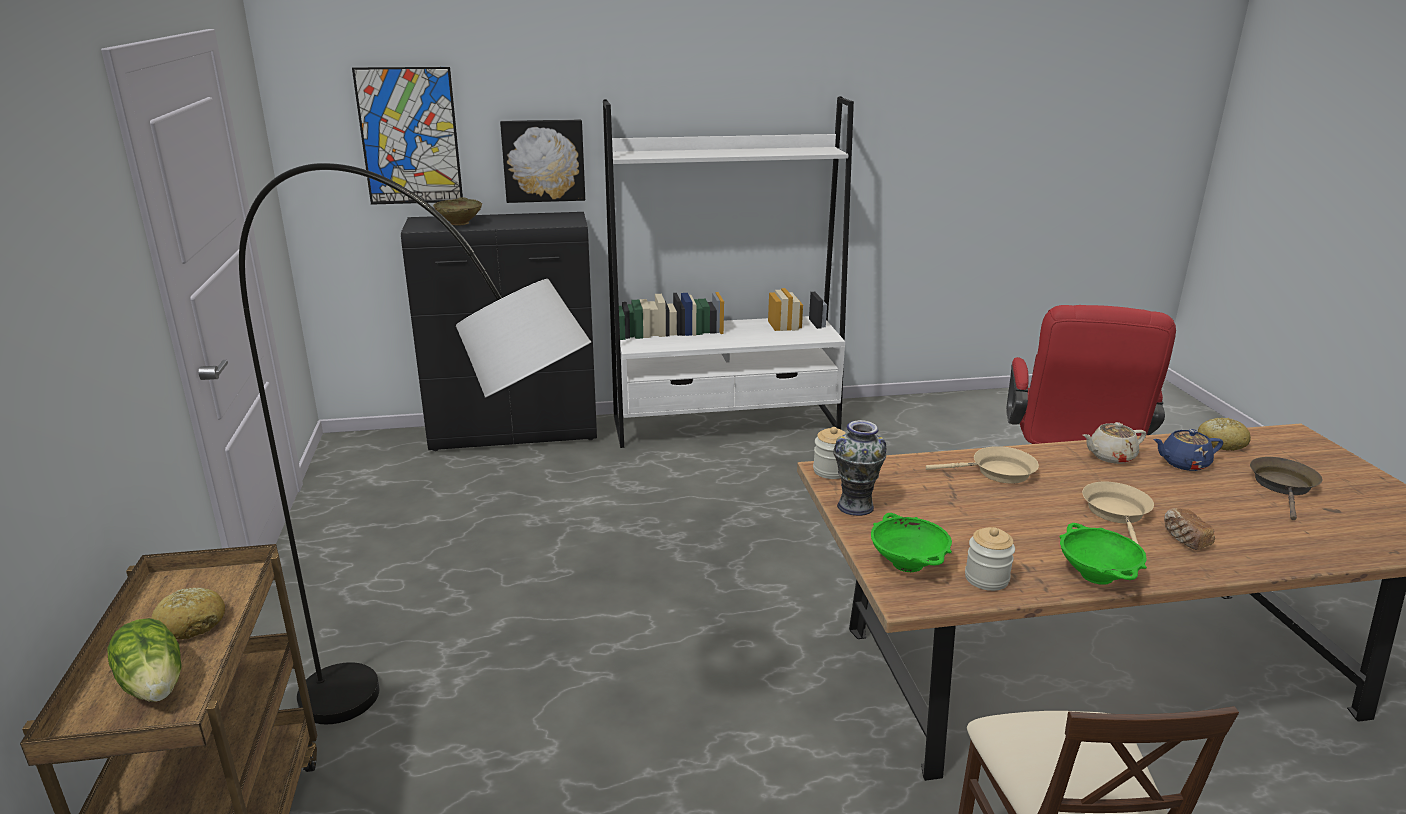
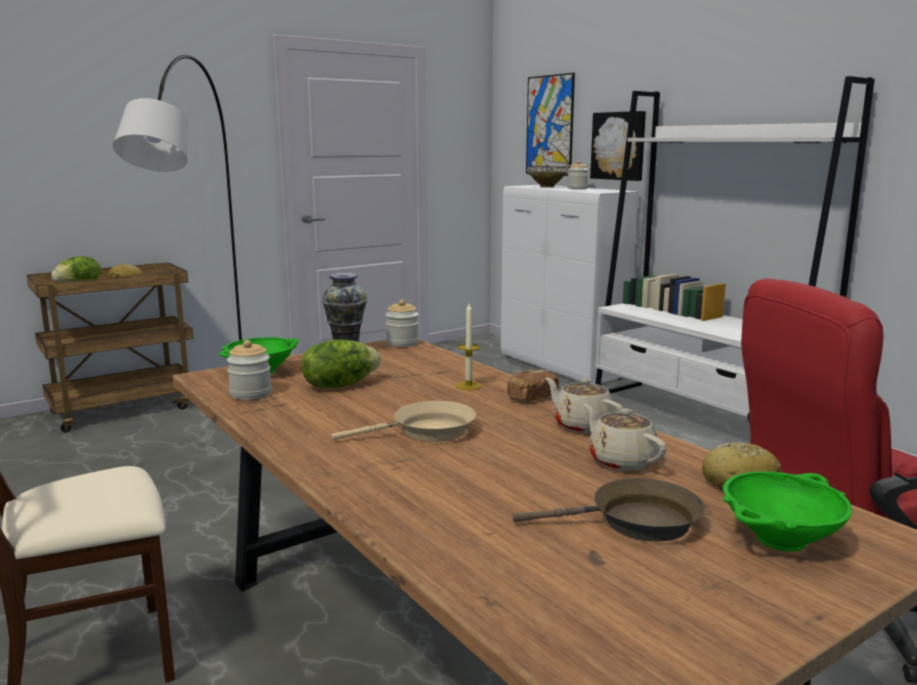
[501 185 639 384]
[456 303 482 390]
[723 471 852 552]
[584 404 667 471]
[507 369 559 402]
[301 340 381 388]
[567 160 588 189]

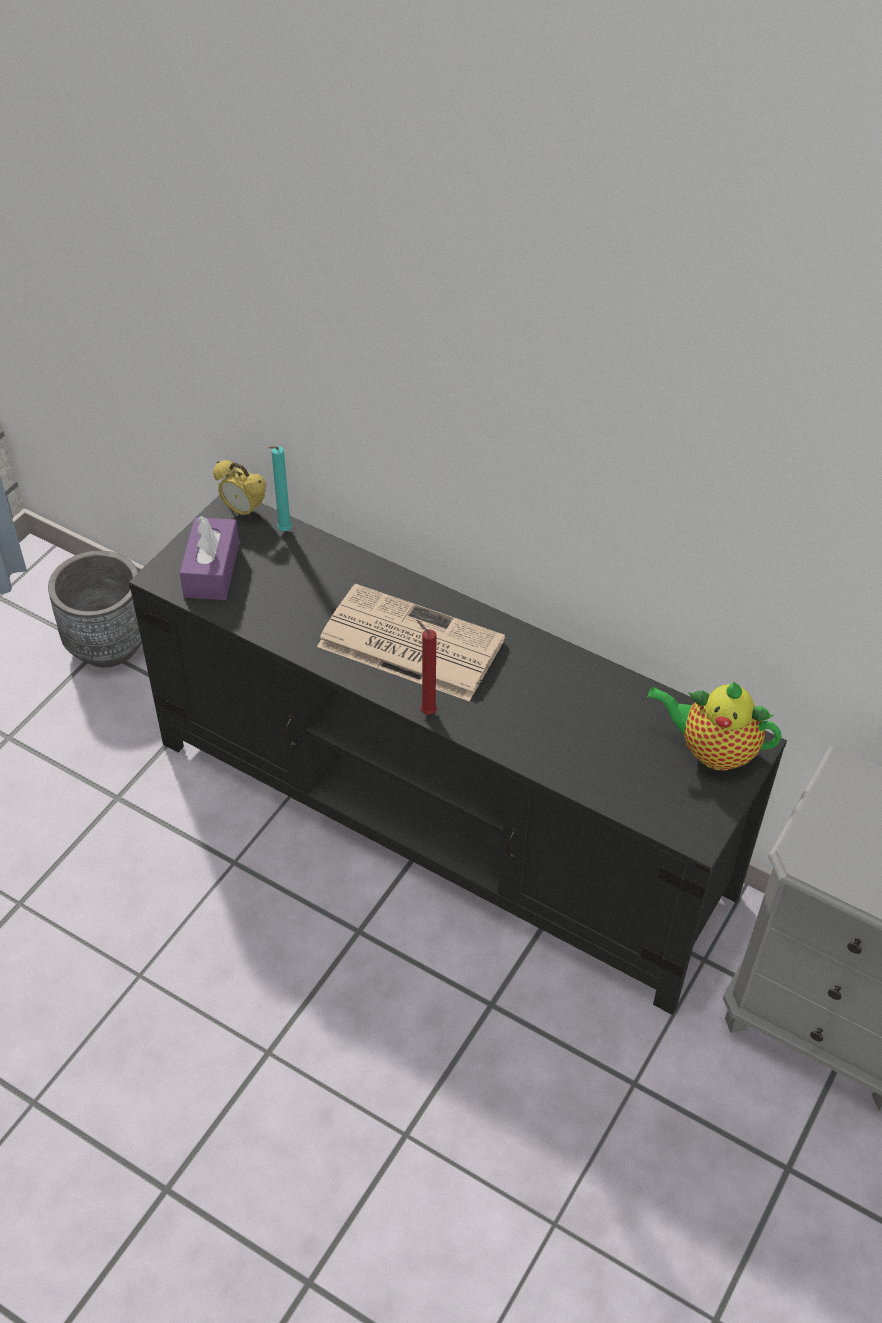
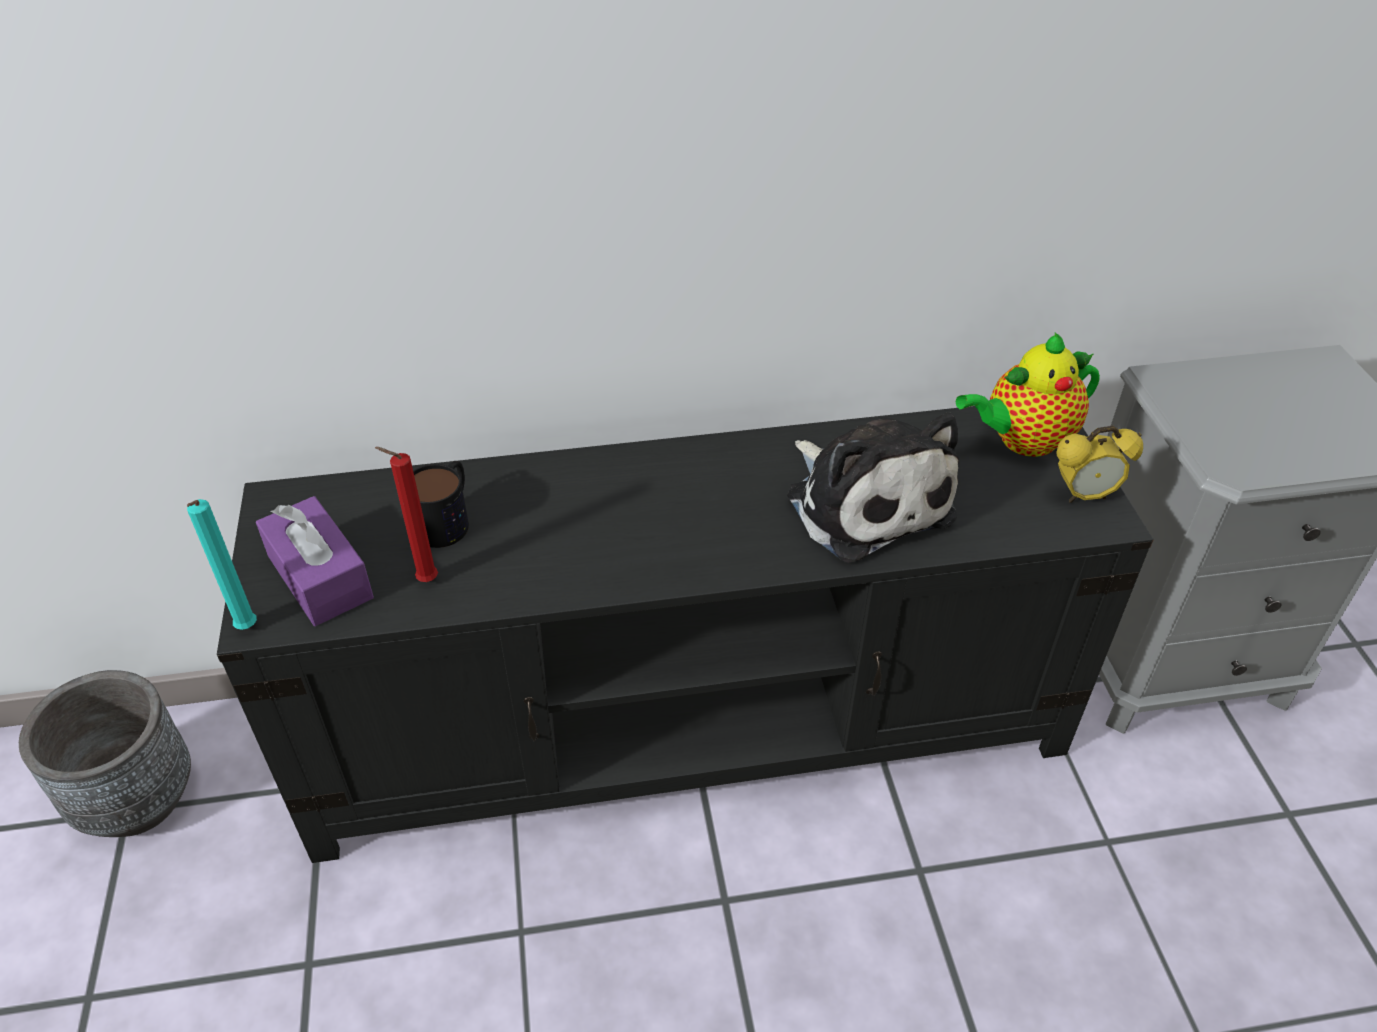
[1056 426 1143 503]
[187 499 257 630]
[317 584 505 702] (first image)
[375 447 438 582]
[413 461 469 548]
[787 412 959 563]

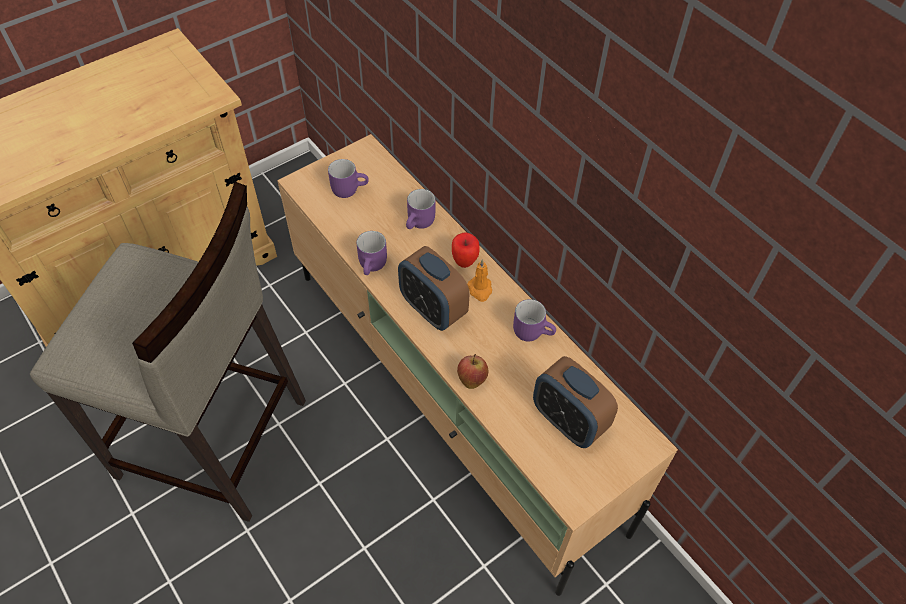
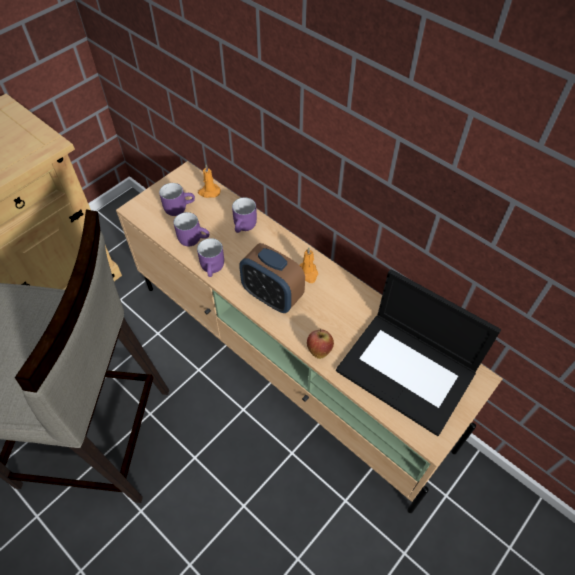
[452 232 480 268] (first image)
[174 212 209 246]
[336 269 501 436]
[198 165 220 198]

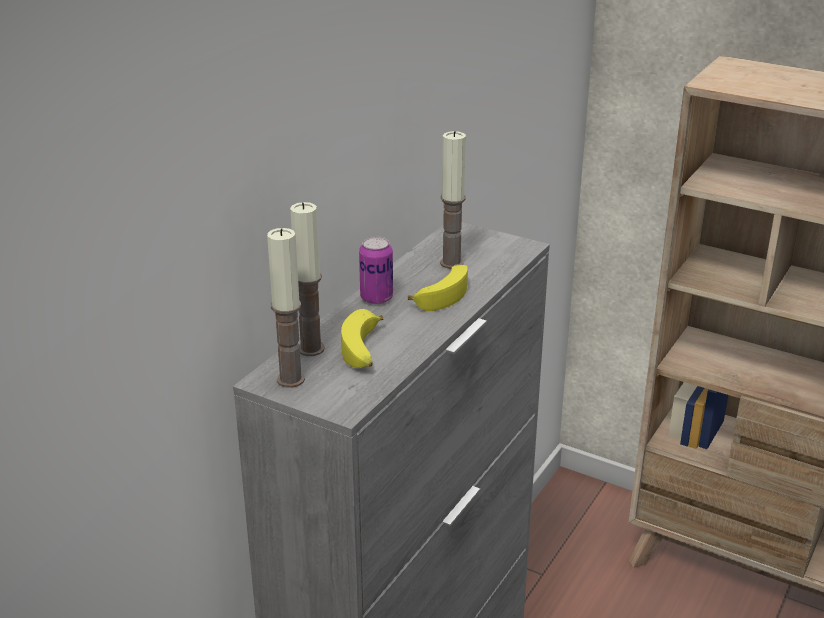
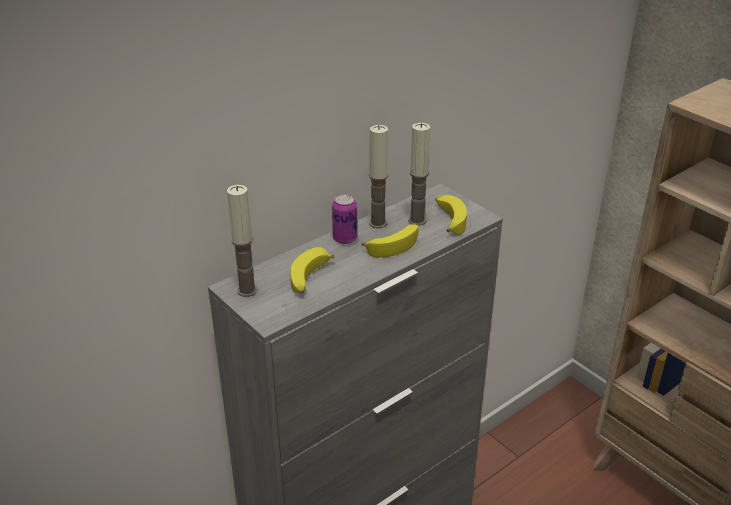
[369 125 388 228]
[435 195 467 235]

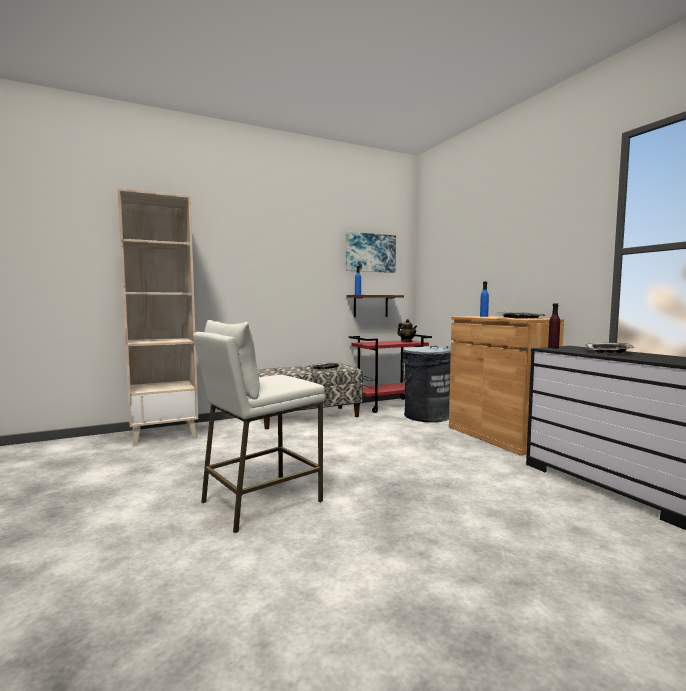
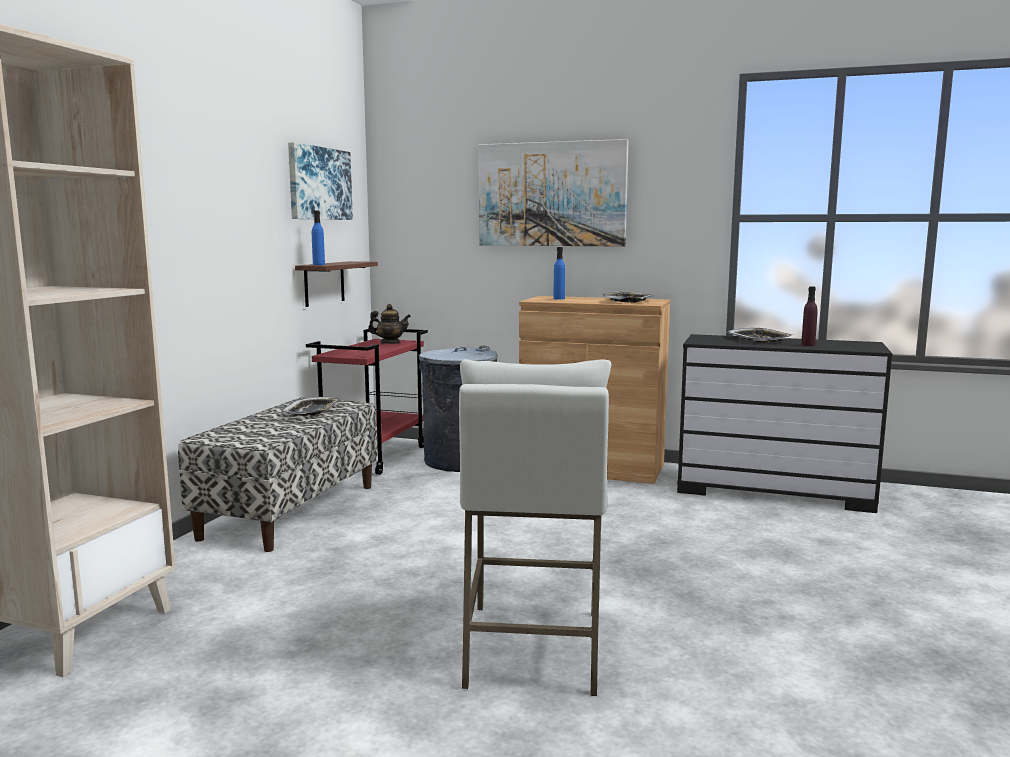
[801 286 818 346]
[479 139 629 247]

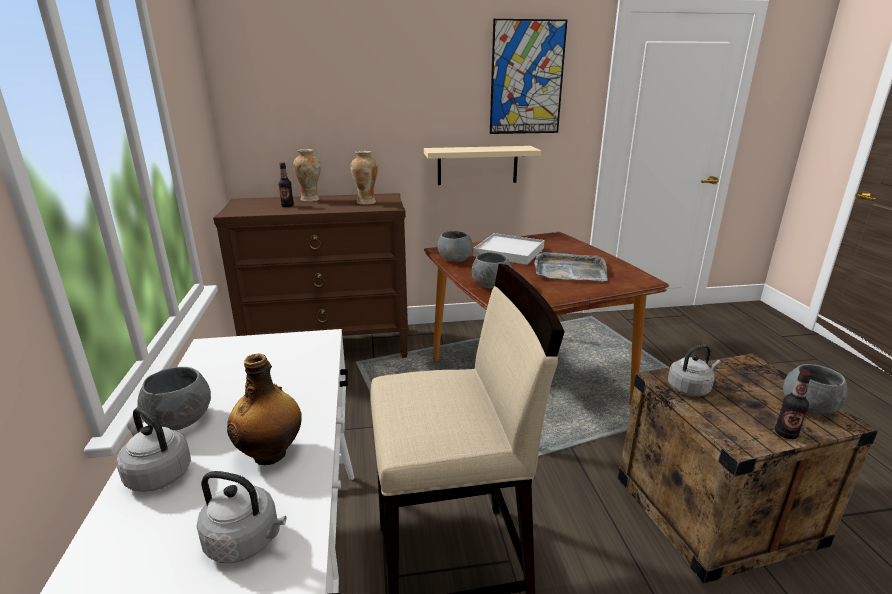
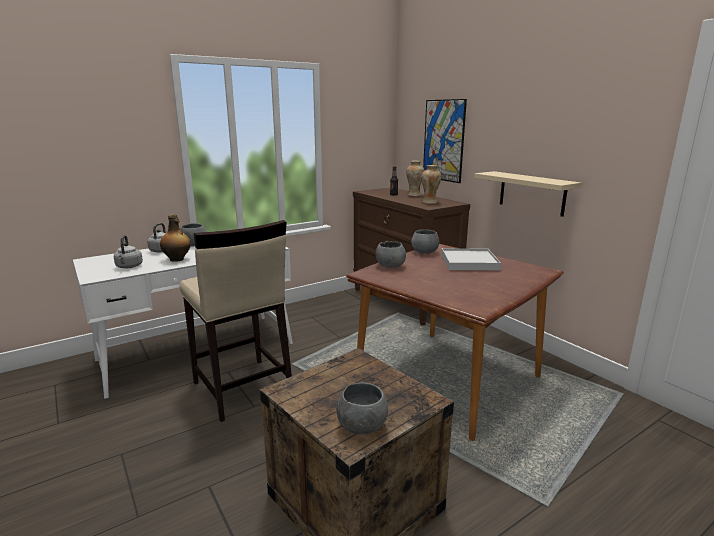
[423 99 467 183]
[534 251 608 281] (first image)
[668 345 721 396] (first image)
[775 370 811 439] (first image)

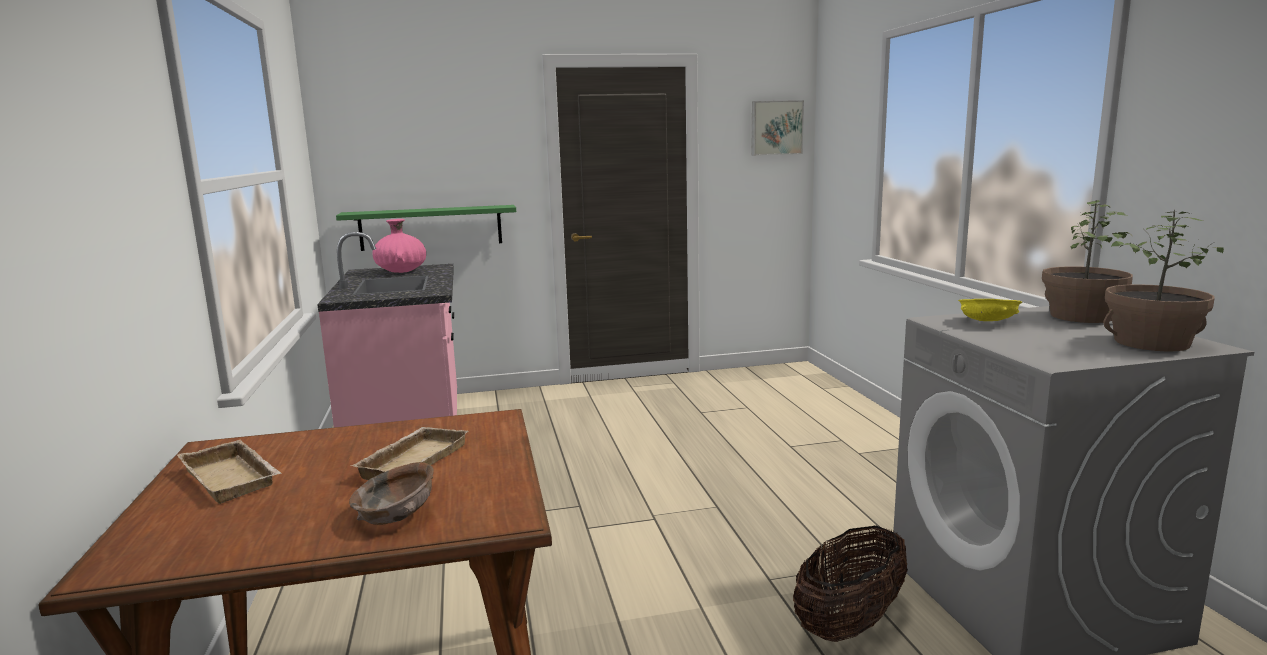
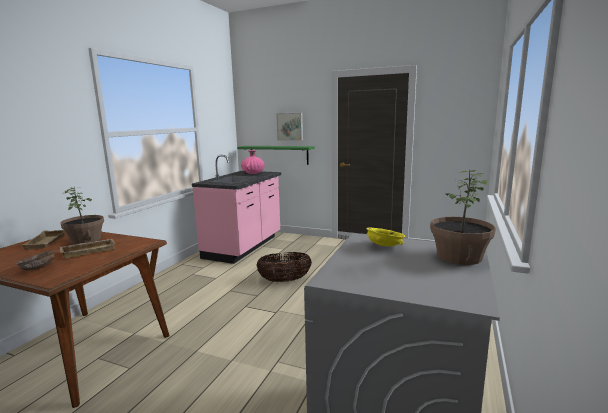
[276 113 303 141]
[256 252 312 282]
[60 187 104 245]

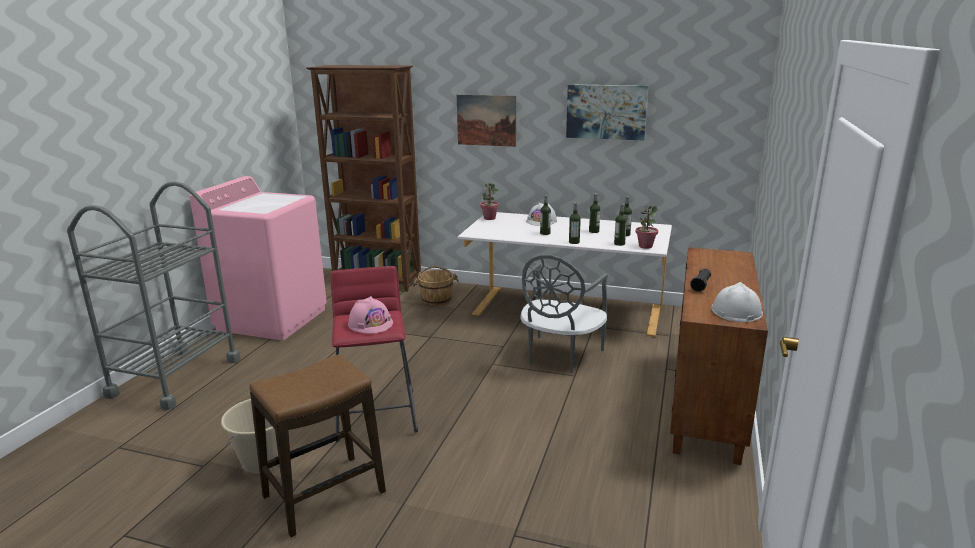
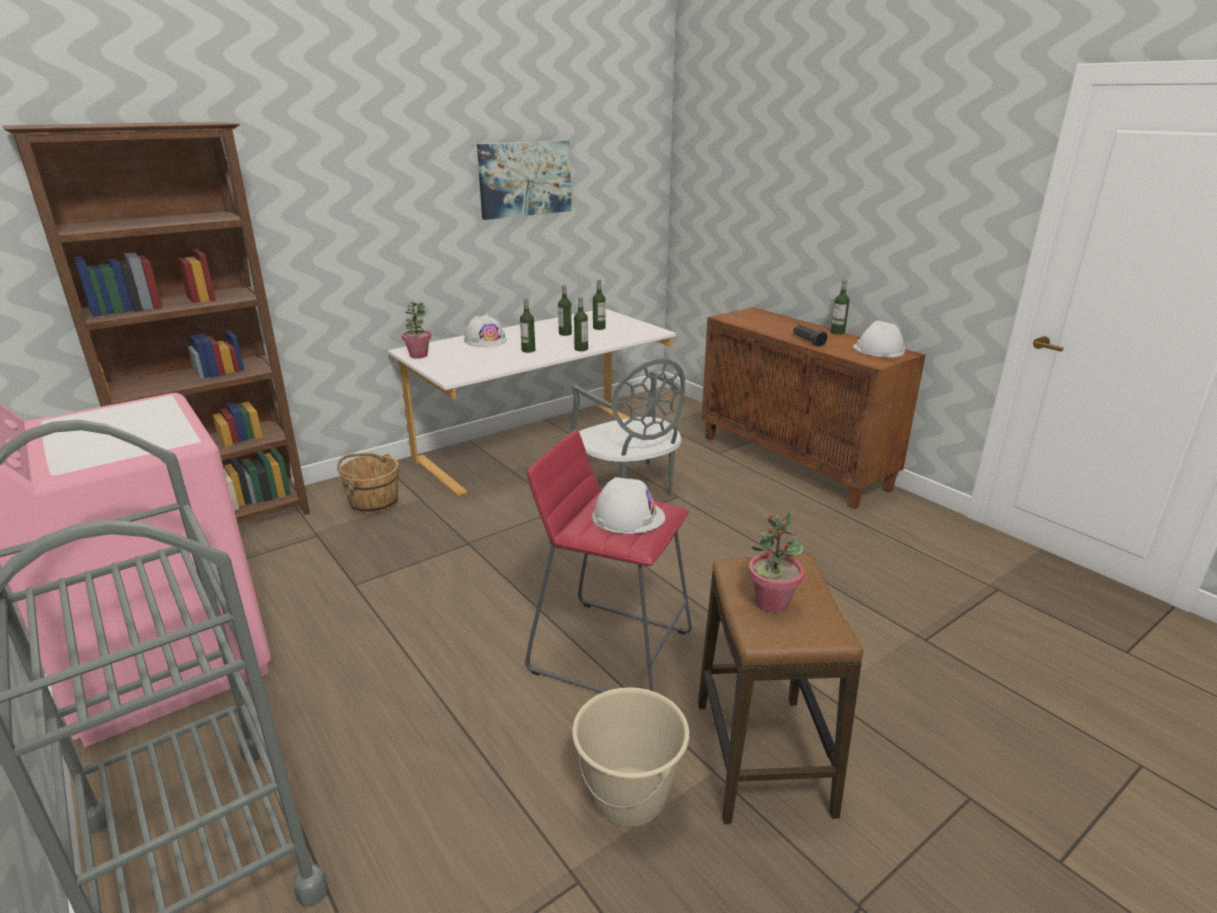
[592 477 665 534]
[457 95 516 147] (first image)
[831 279 850 335]
[748 509 804 613]

